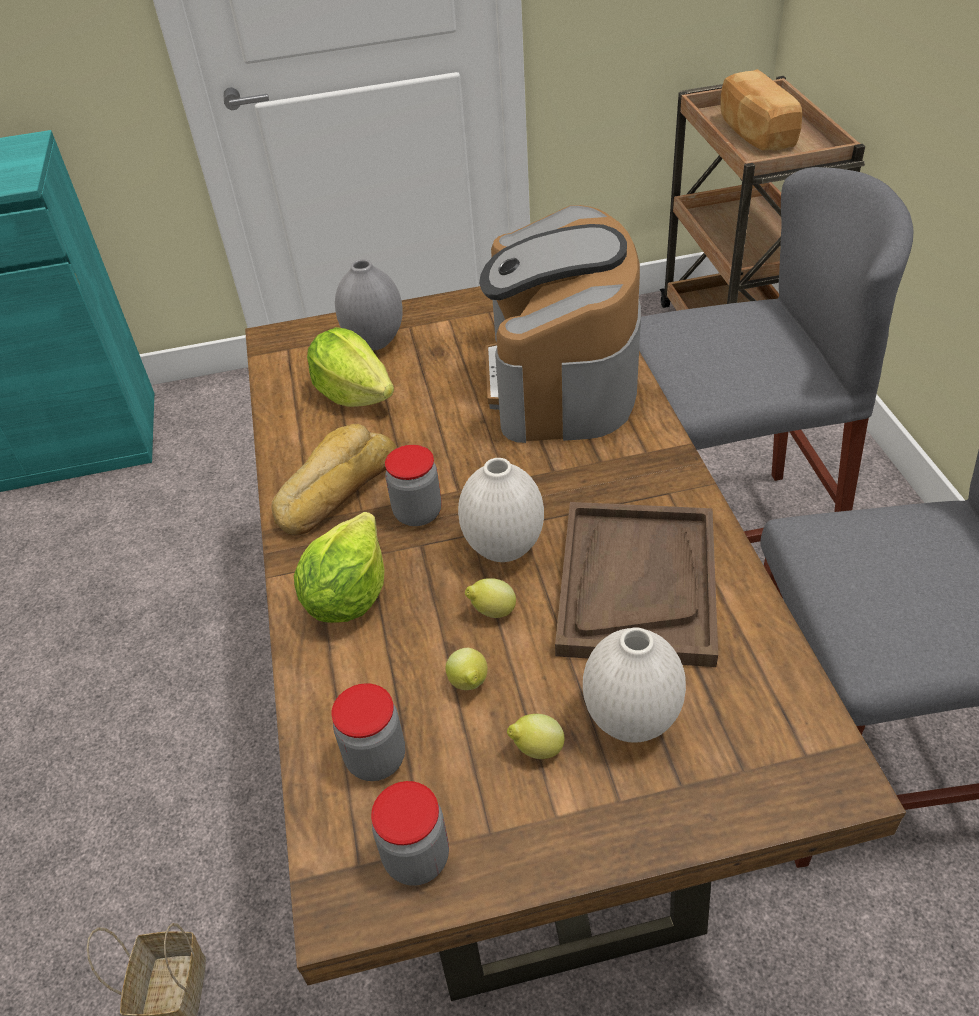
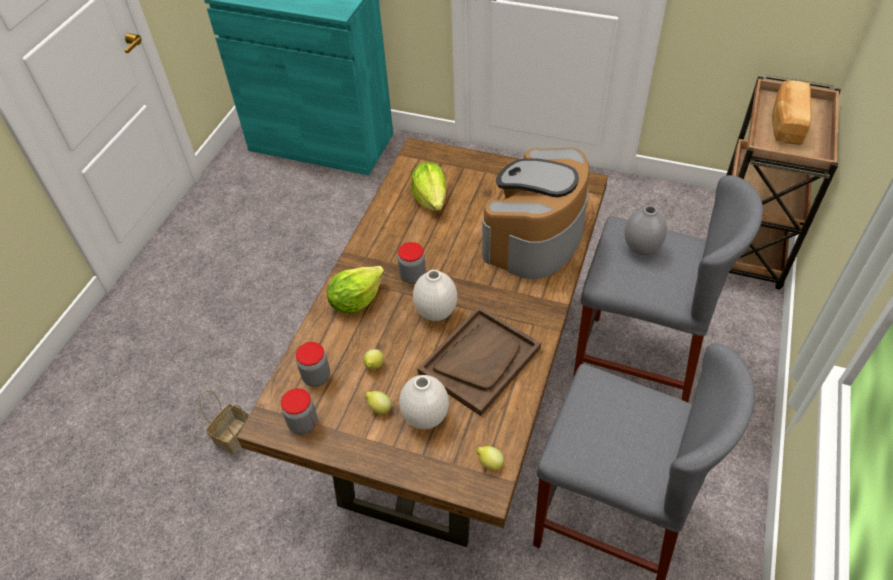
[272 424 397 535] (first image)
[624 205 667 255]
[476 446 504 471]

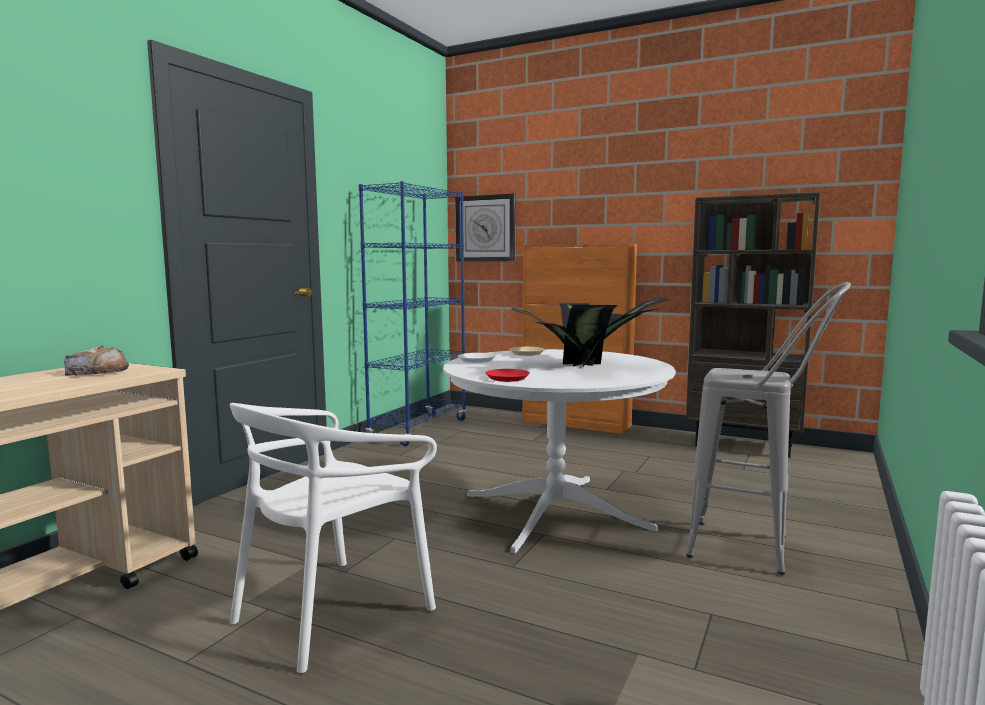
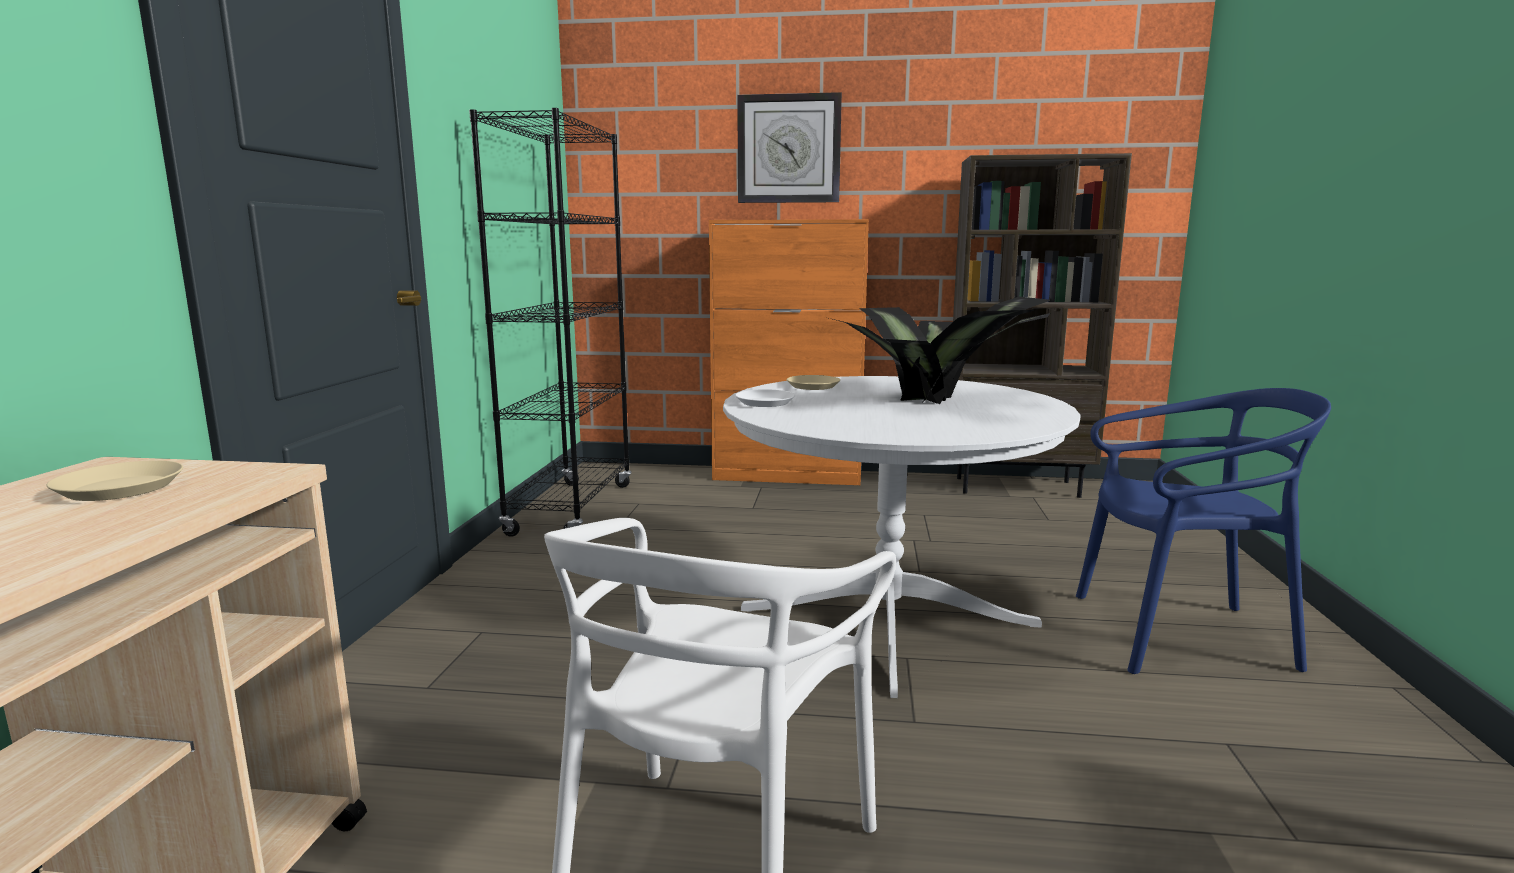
[47 460 183 501]
[469 108 632 537]
[737 92 842 203]
[486 369 530 382] (first image)
[1076 388 1331 674]

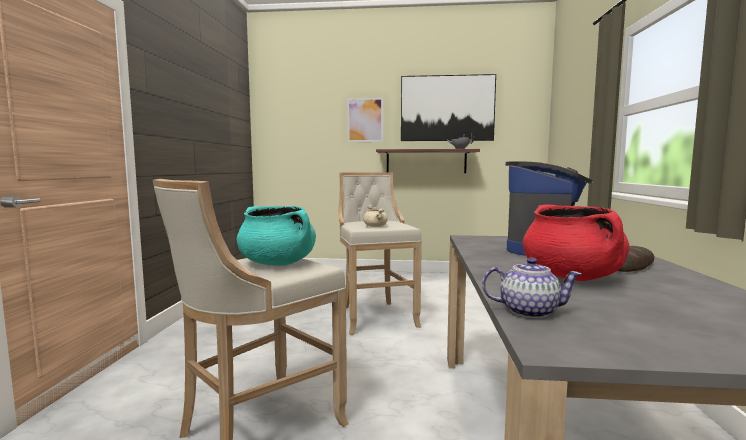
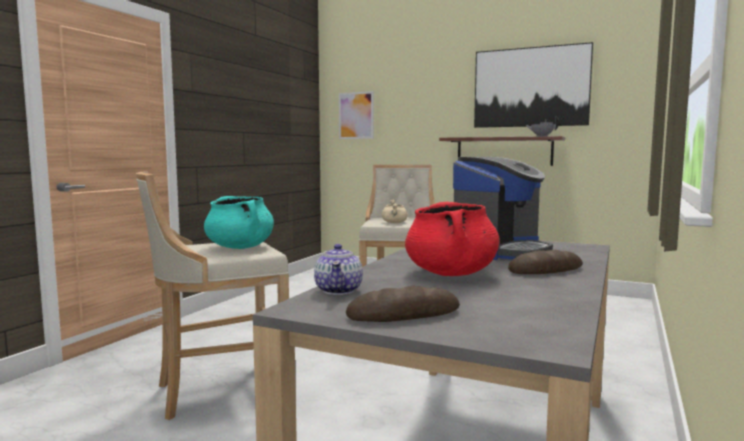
[339 91 374 139]
[314 244 363 295]
[346 286 460 322]

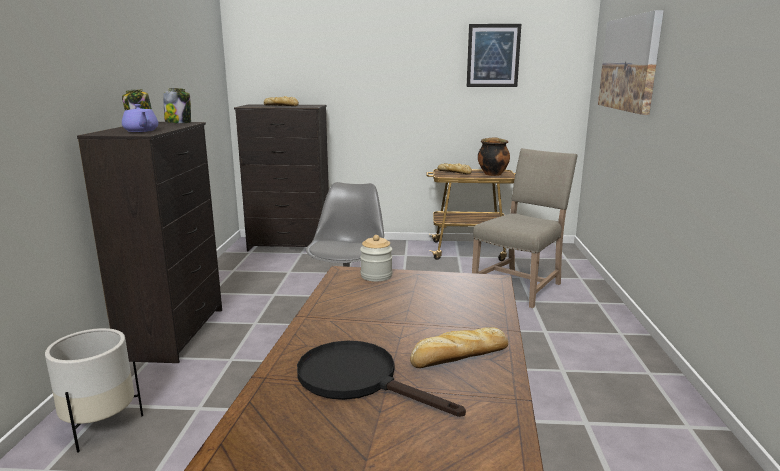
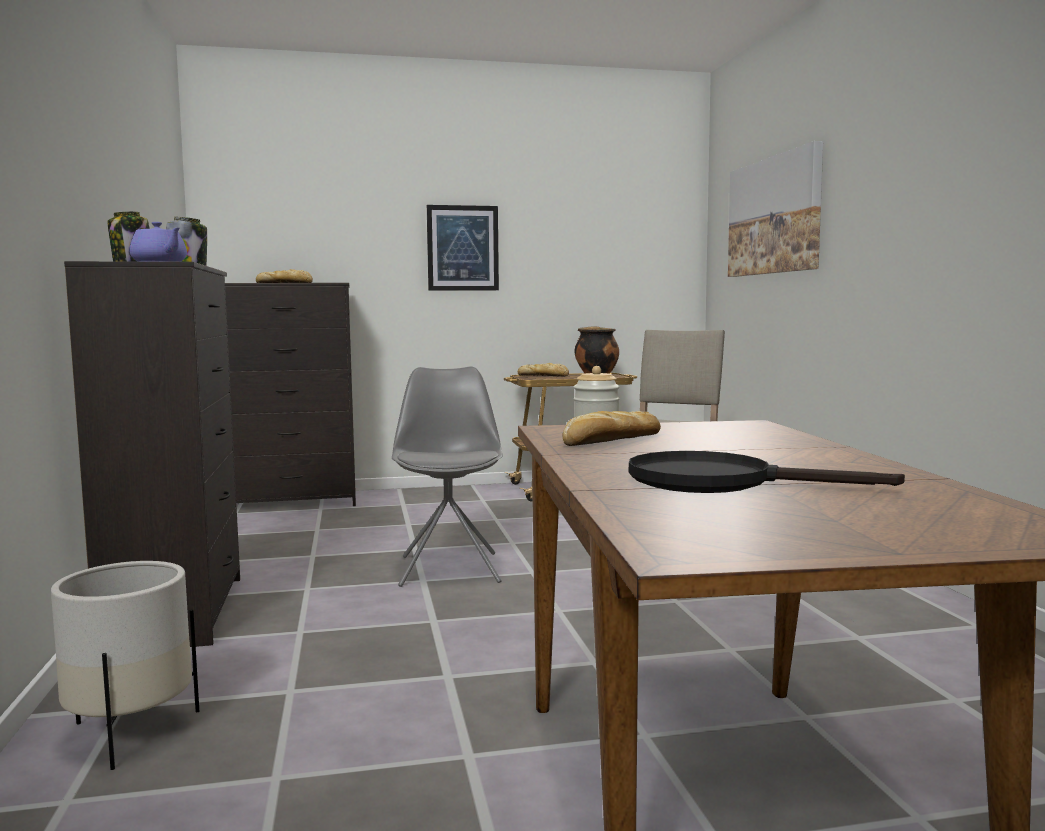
[562 411 661 446]
[427 205 499 291]

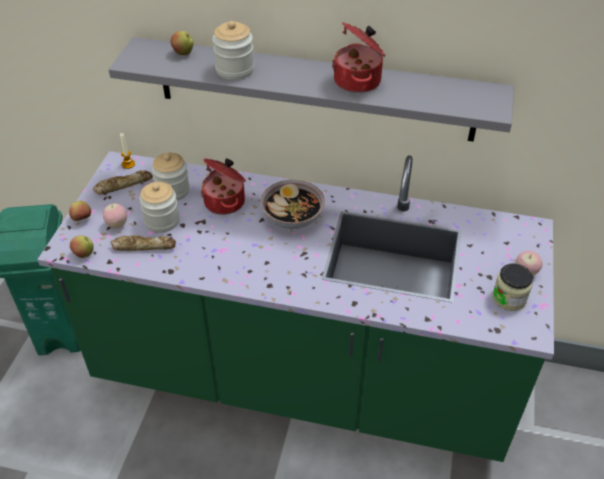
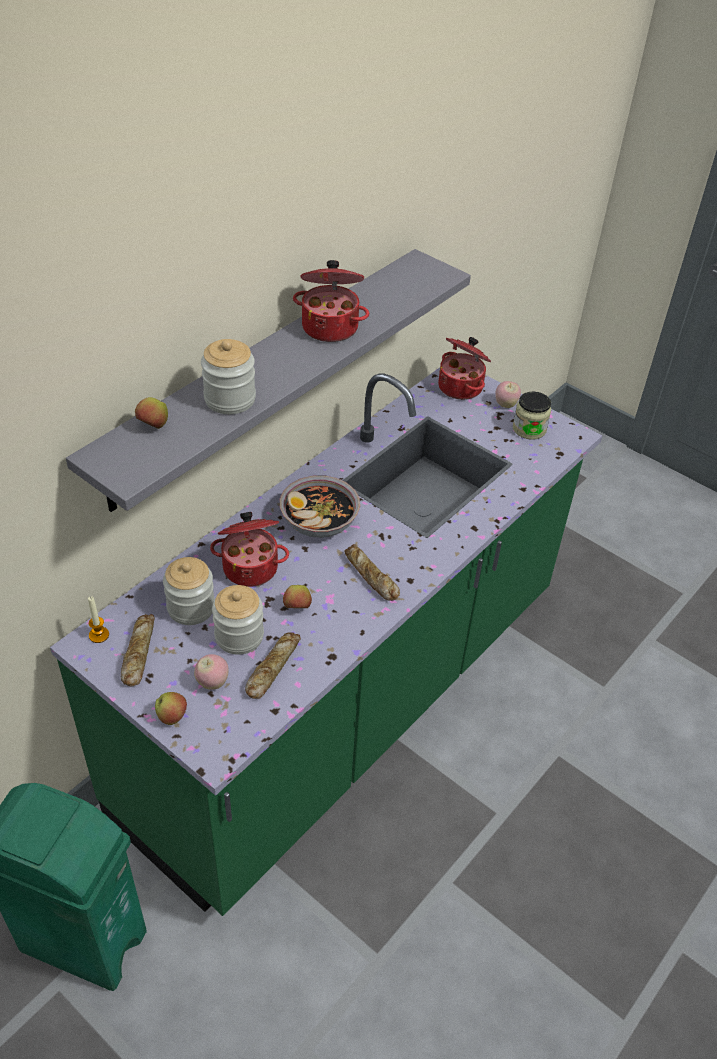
[283 585 312 608]
[344 544 400 601]
[438 337 491 400]

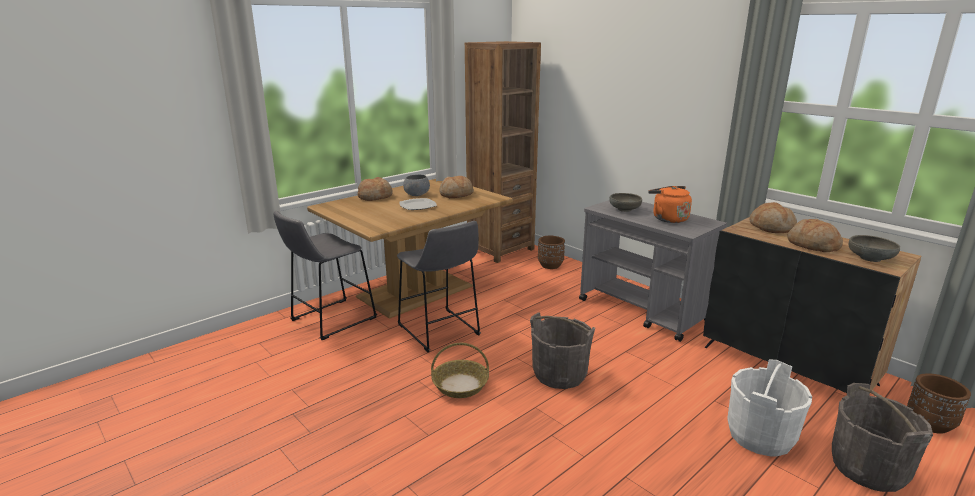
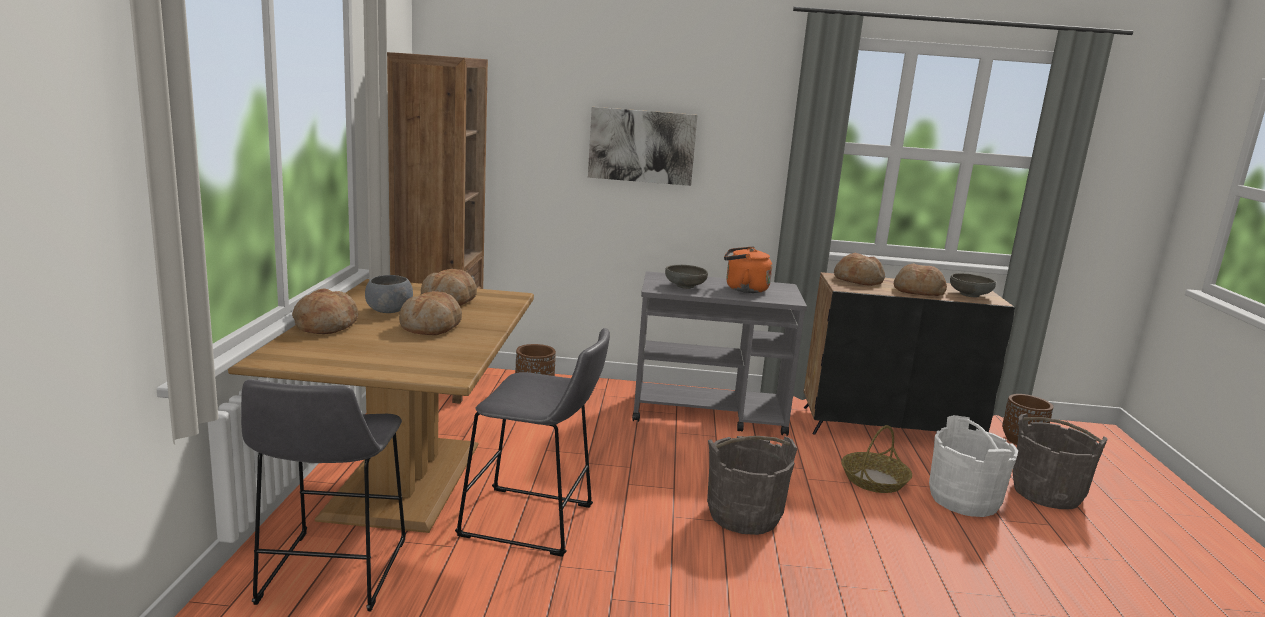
[399 291 462 335]
[841 425 912 493]
[588 107 698 186]

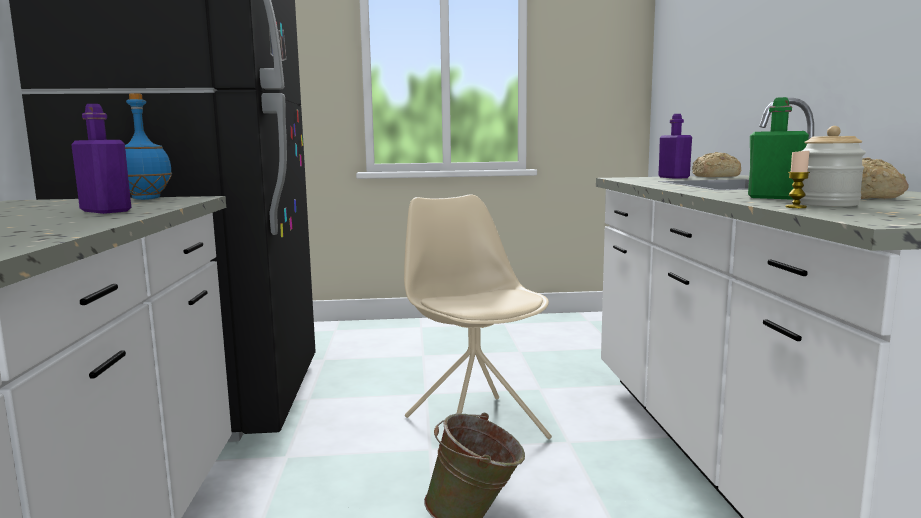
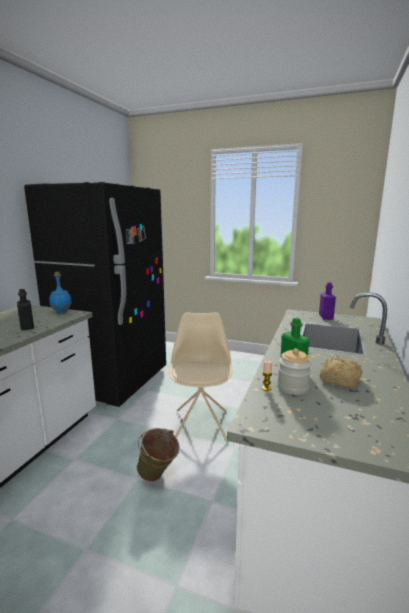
[17 289 34 330]
[692 152 741 177] (first image)

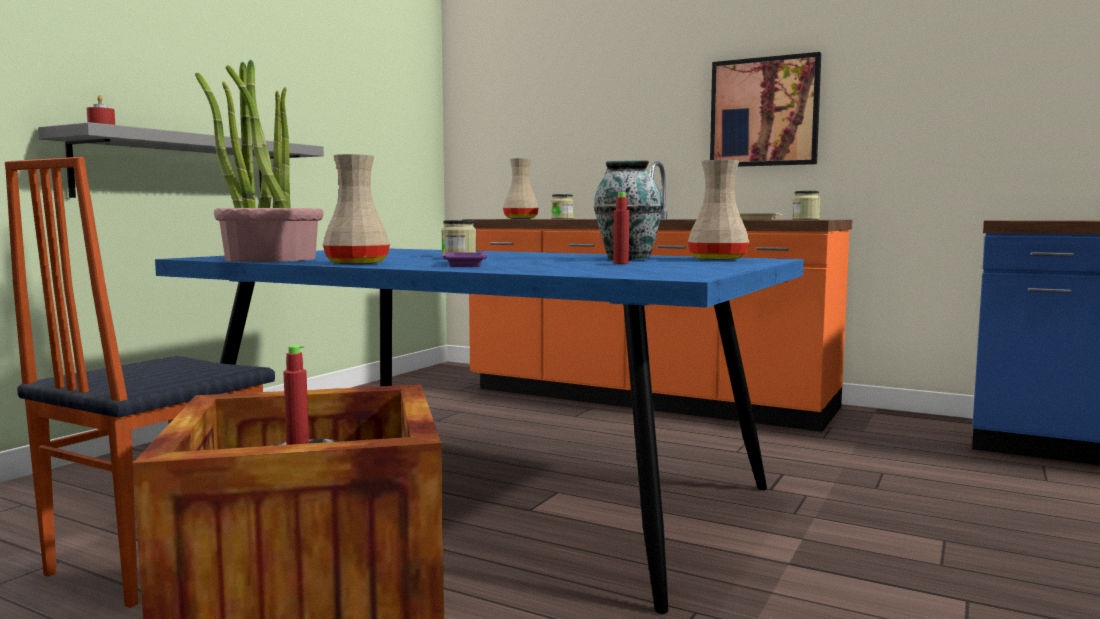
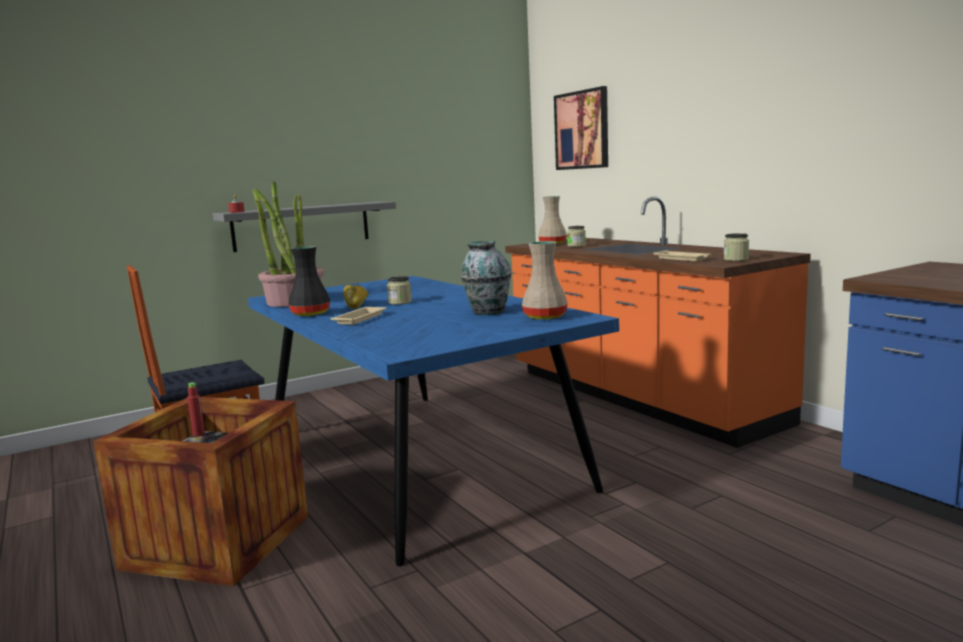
[288 246 330 316]
[331 307 387 325]
[613 192 629 264] (first image)
[554 86 608 170]
[343 285 368 309]

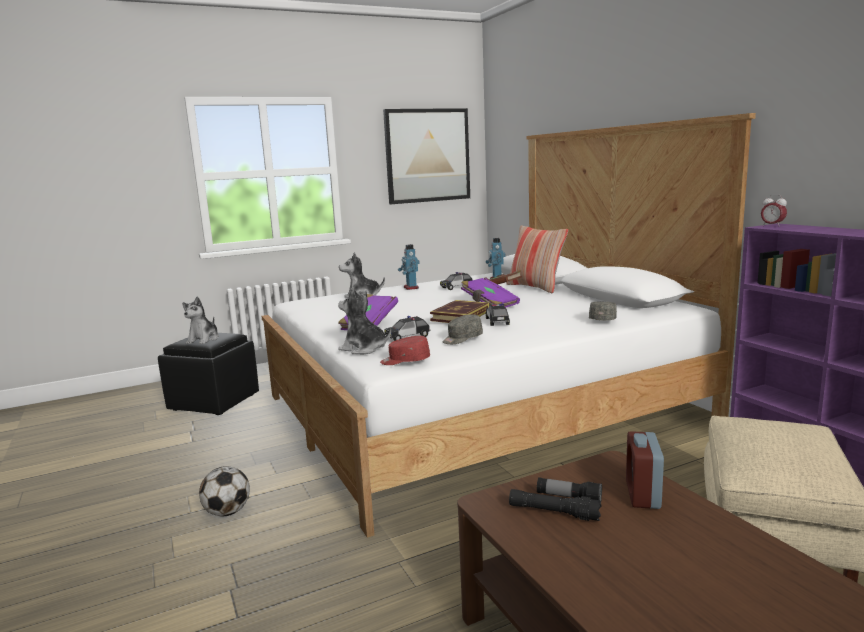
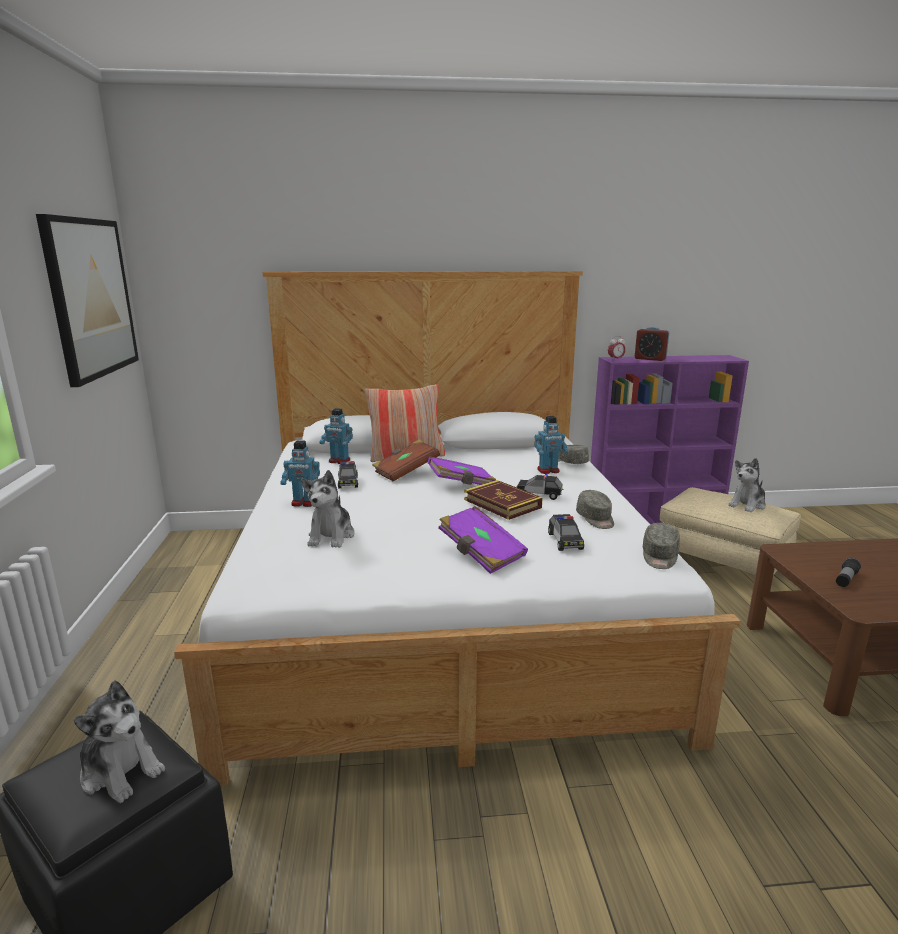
[199 466 250 517] (first image)
[728 458 766 512]
[643 523 680 569]
[509 489 602 521] (first image)
[635 327 669 361]
[534 416 569 474]

